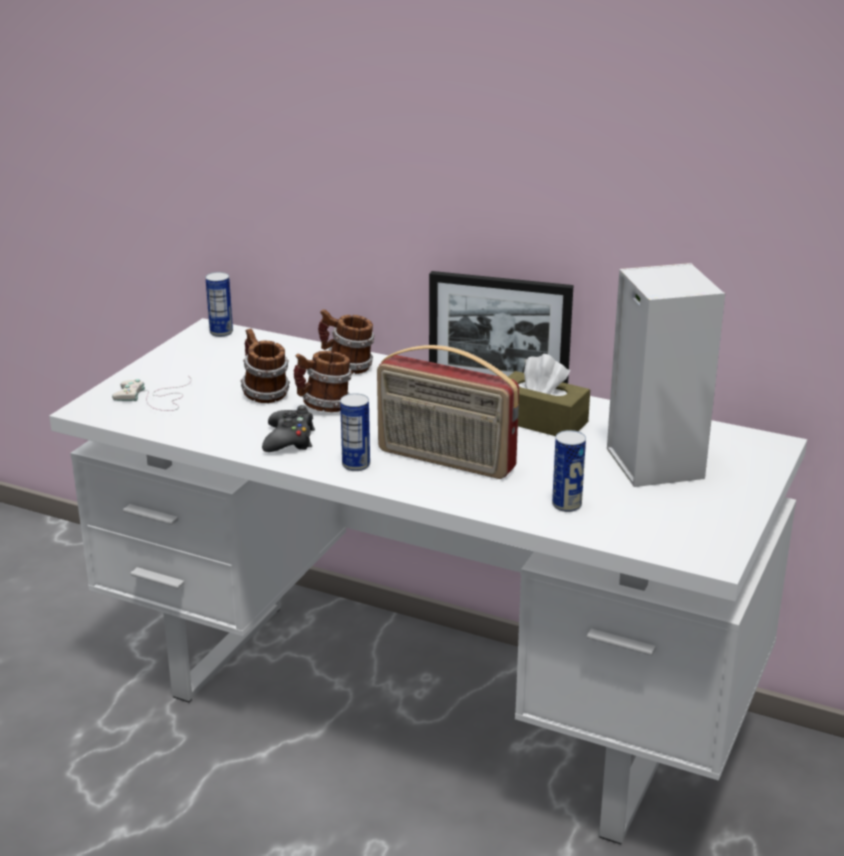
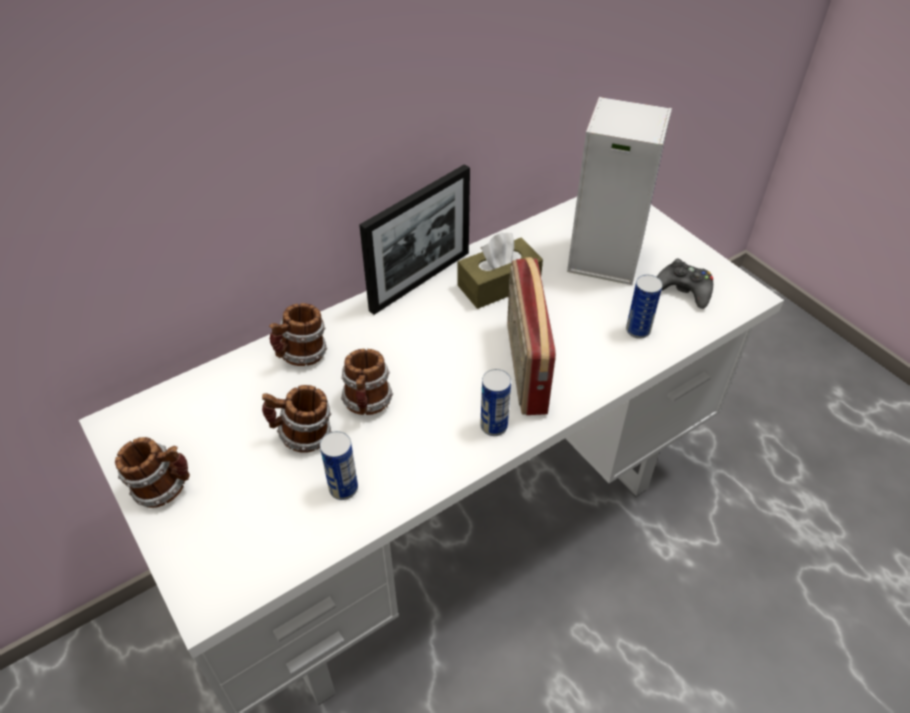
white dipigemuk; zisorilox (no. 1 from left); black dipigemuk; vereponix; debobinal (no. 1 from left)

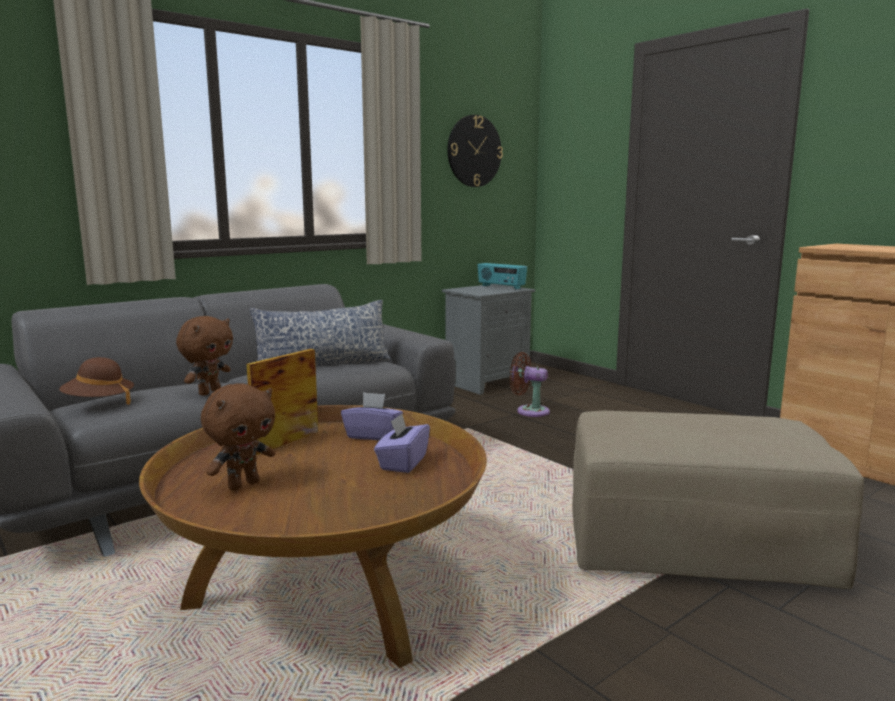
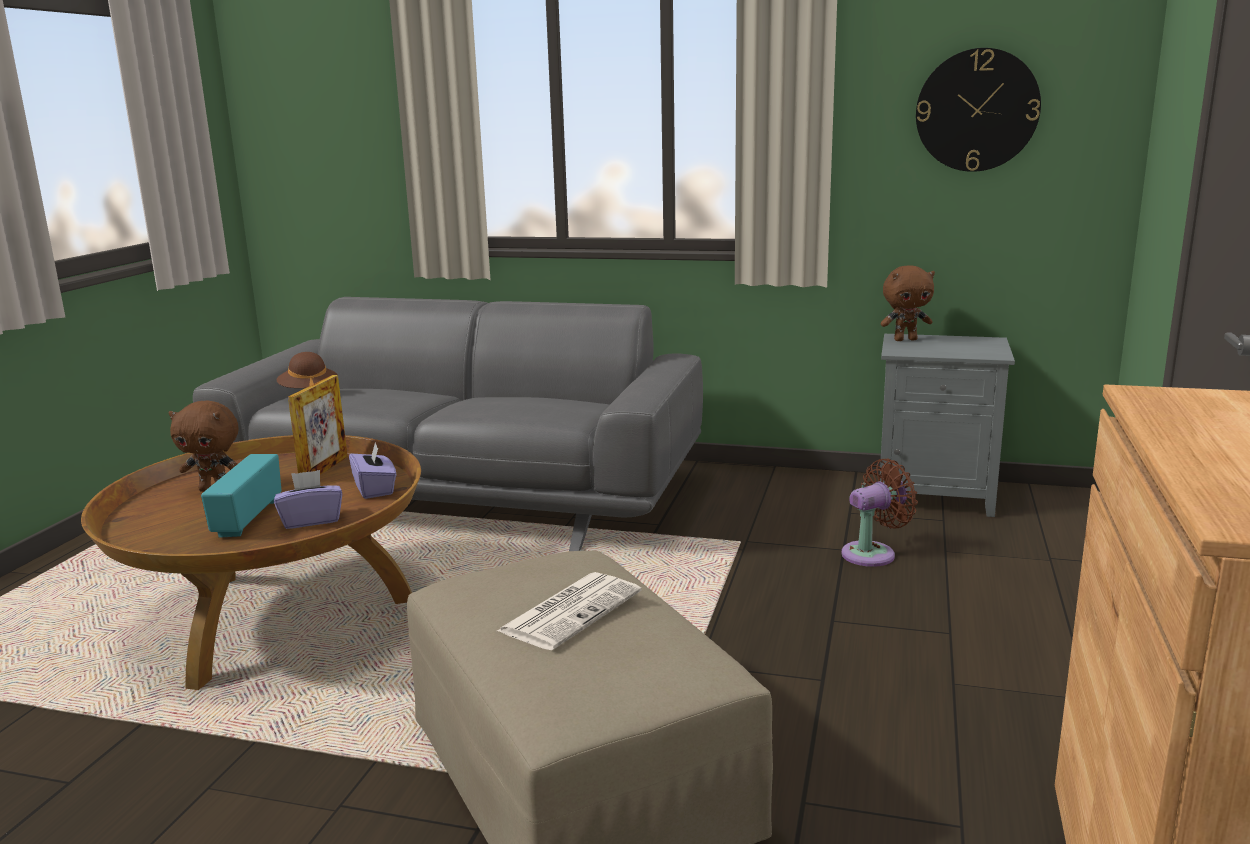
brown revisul (no. 2 from left); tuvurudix; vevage; vereponix; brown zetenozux; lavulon

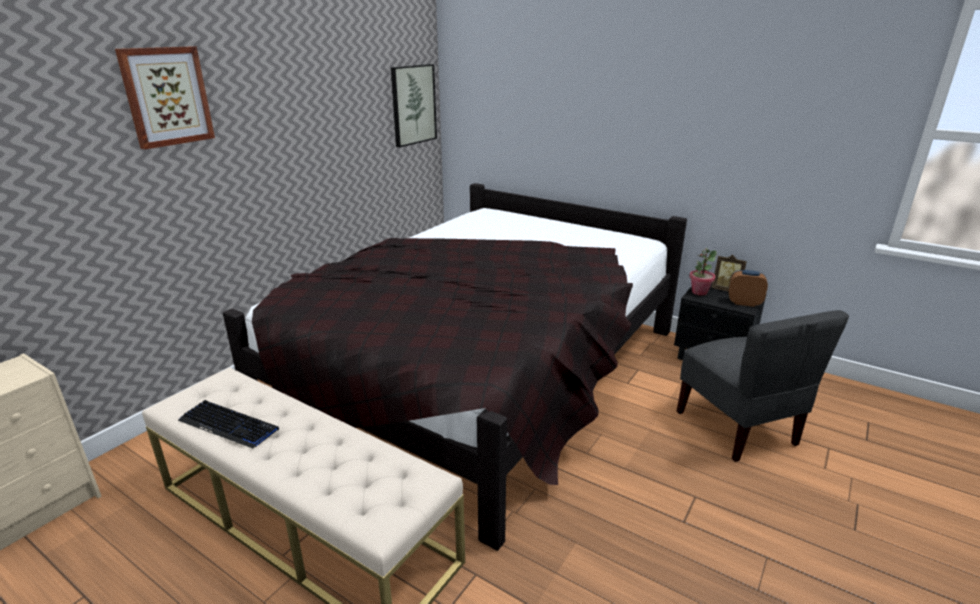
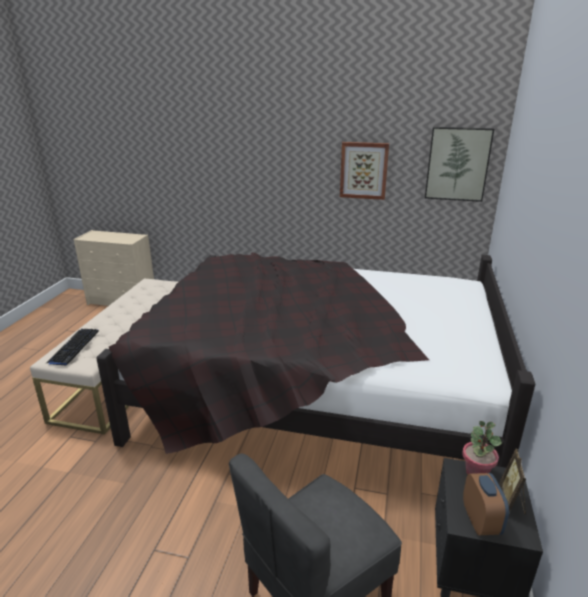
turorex (no. 1 from left); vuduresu

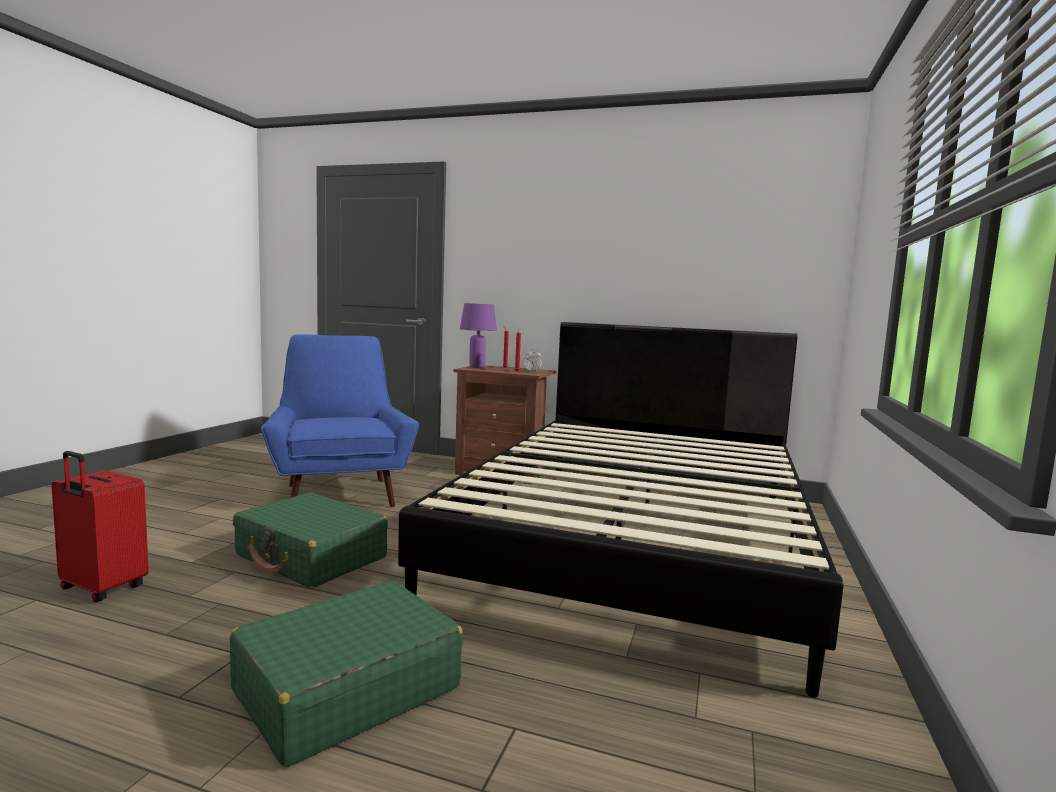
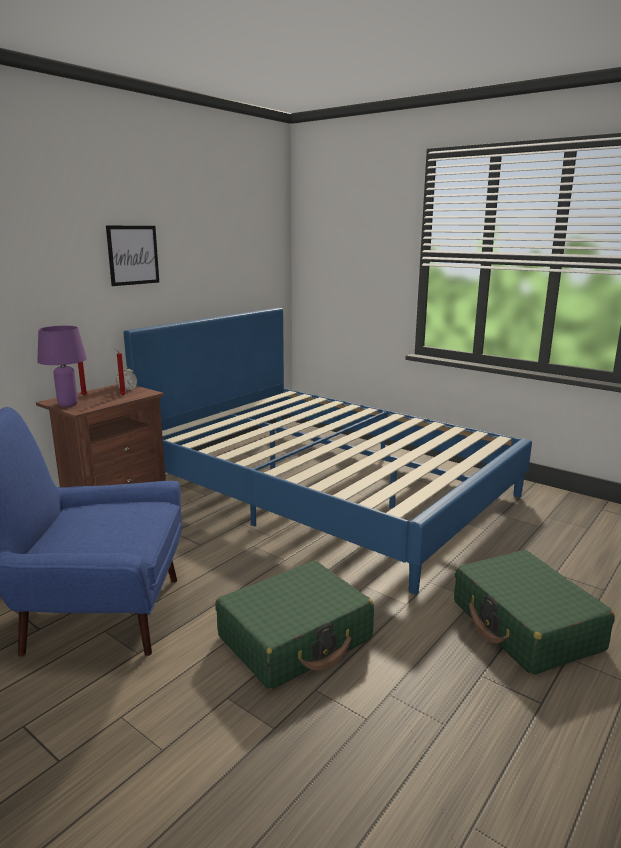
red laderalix; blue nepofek; turorex

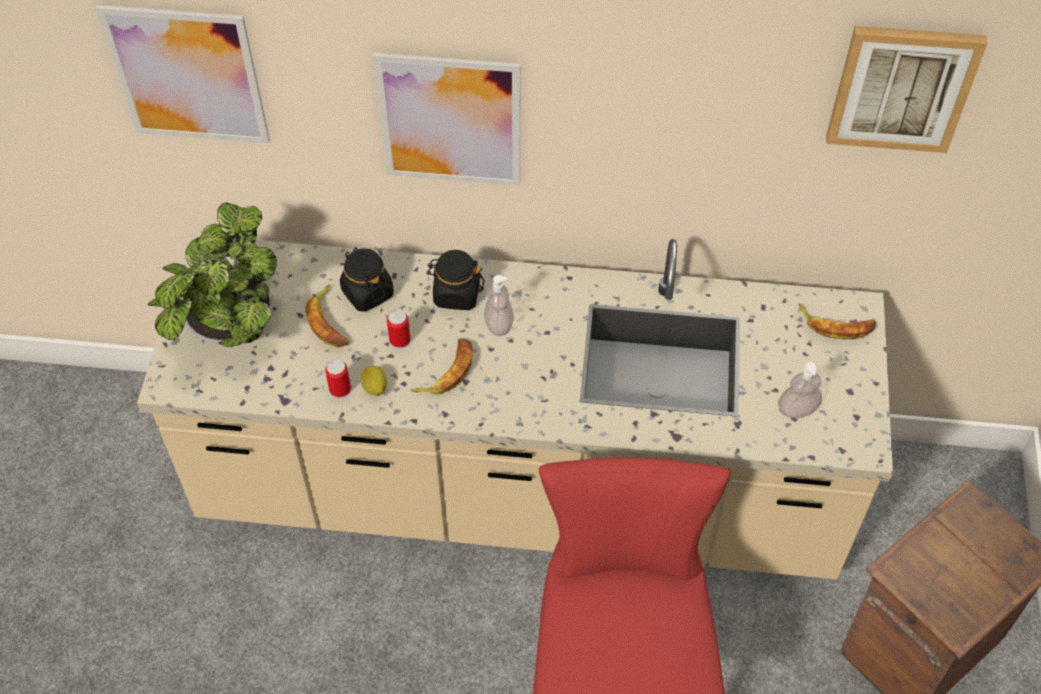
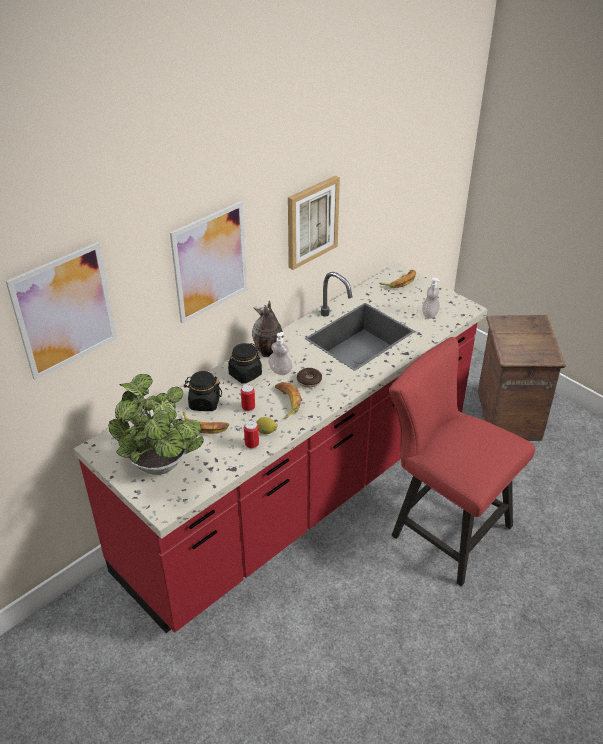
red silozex; turorex (no. 3 from left); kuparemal; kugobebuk

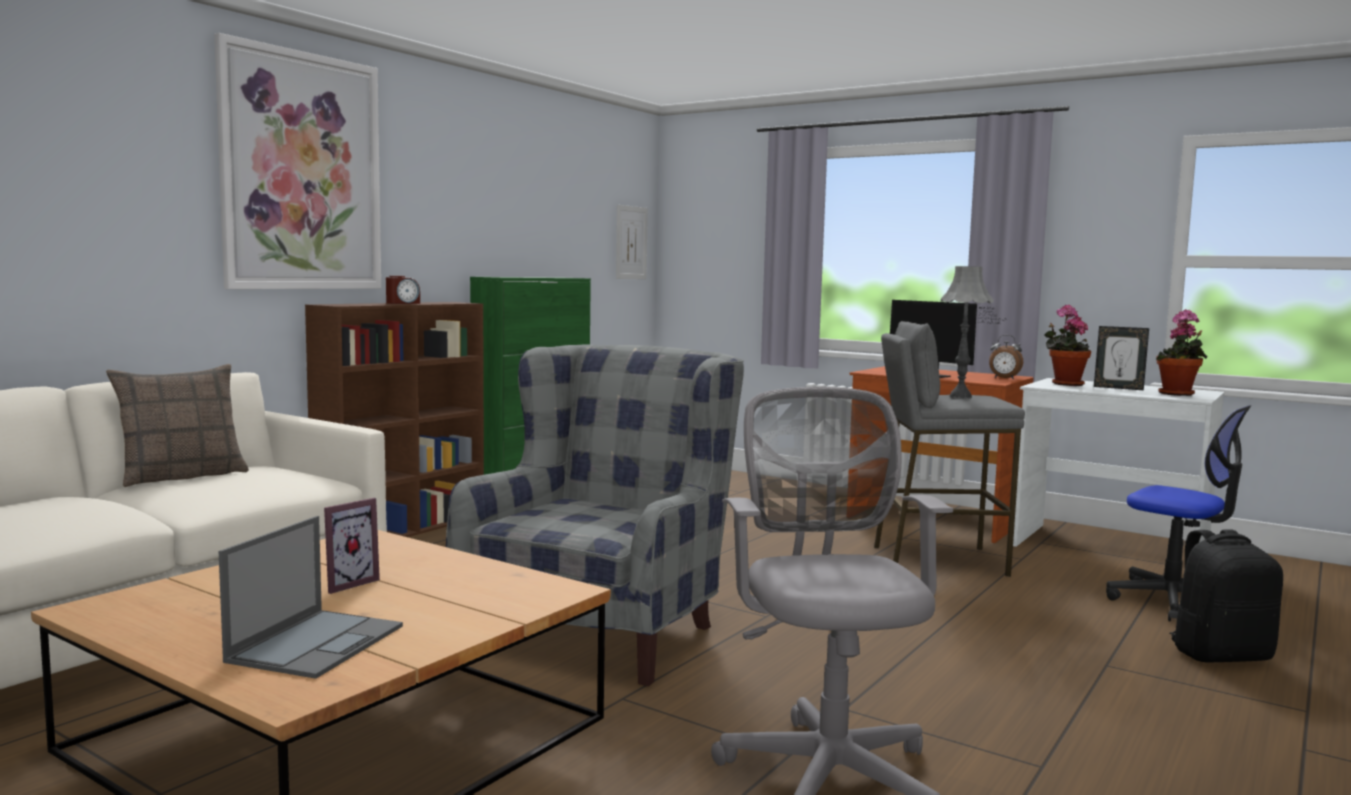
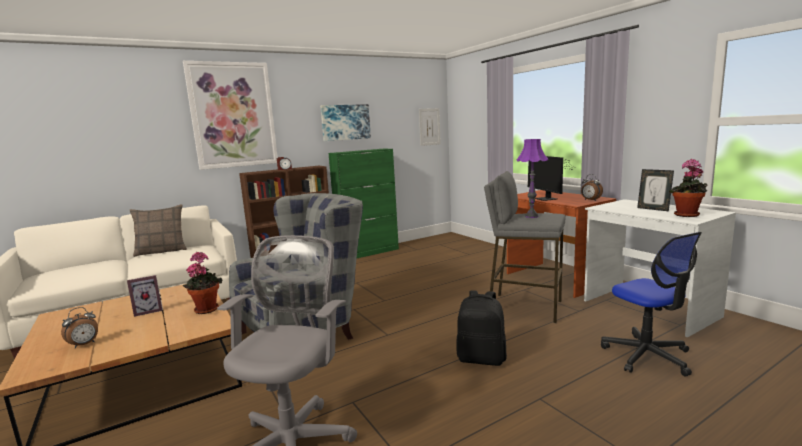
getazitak (no. 1 from left); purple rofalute; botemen (no. 1 from left); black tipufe; turorex (no. 2 from left)

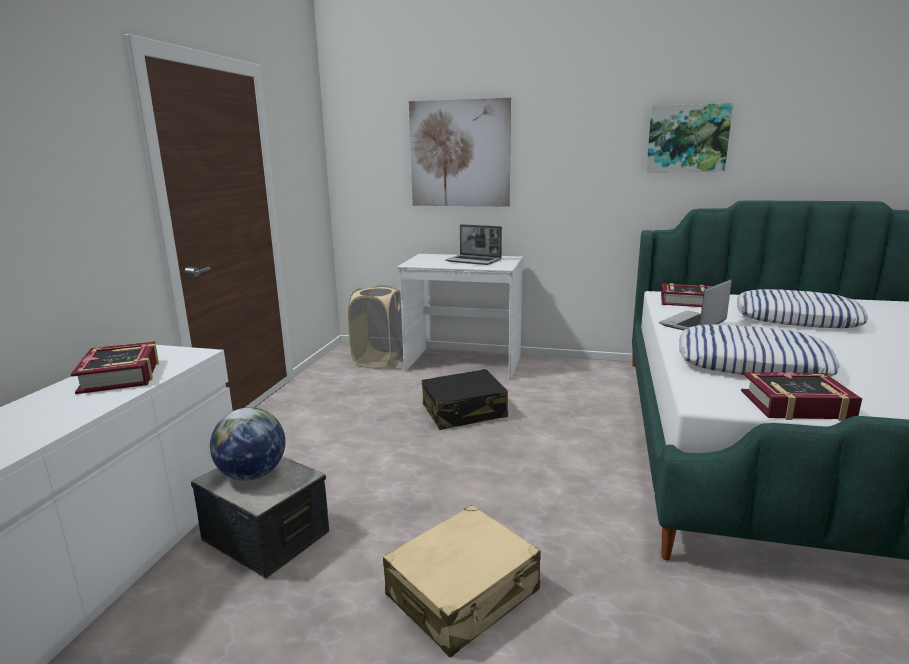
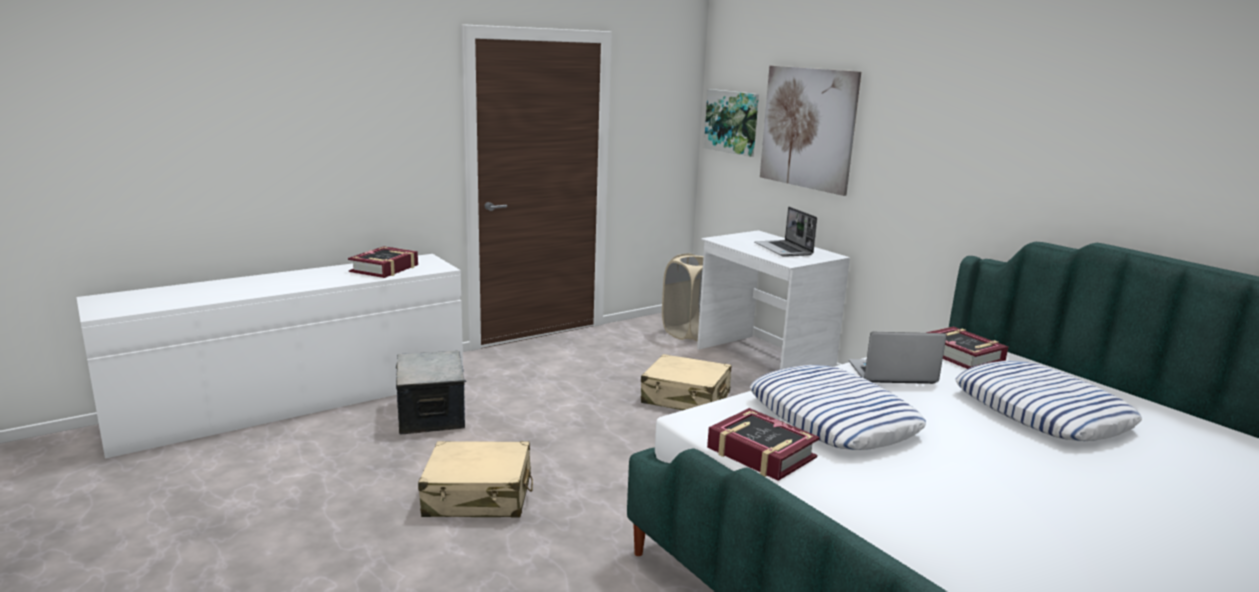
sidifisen; beige laderalix (no. 2 from left); turorex (no. 1 from left)

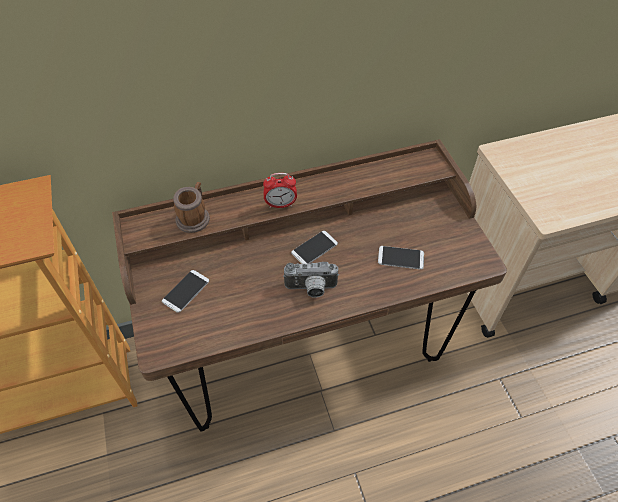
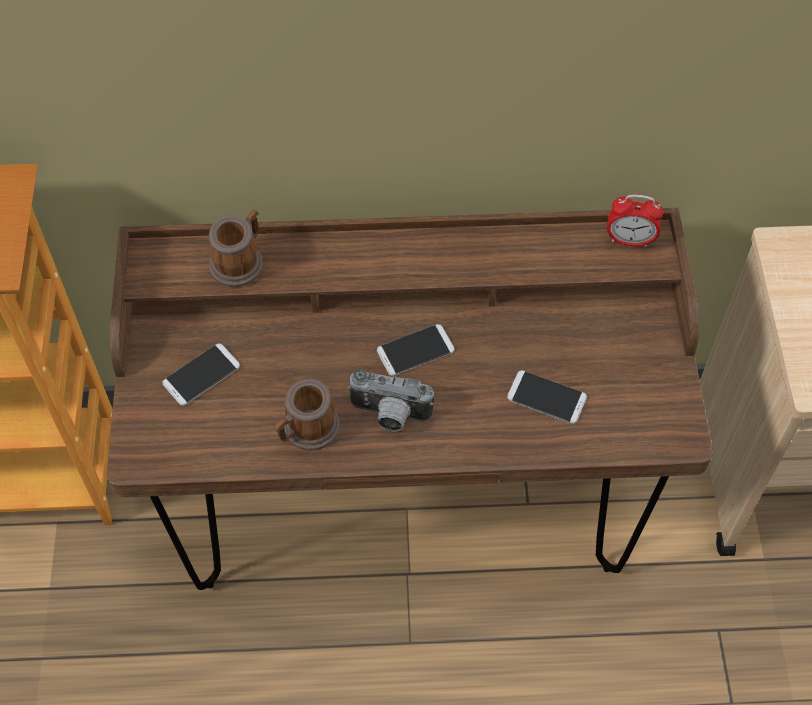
getazitak; debobinal (no. 2 from left)

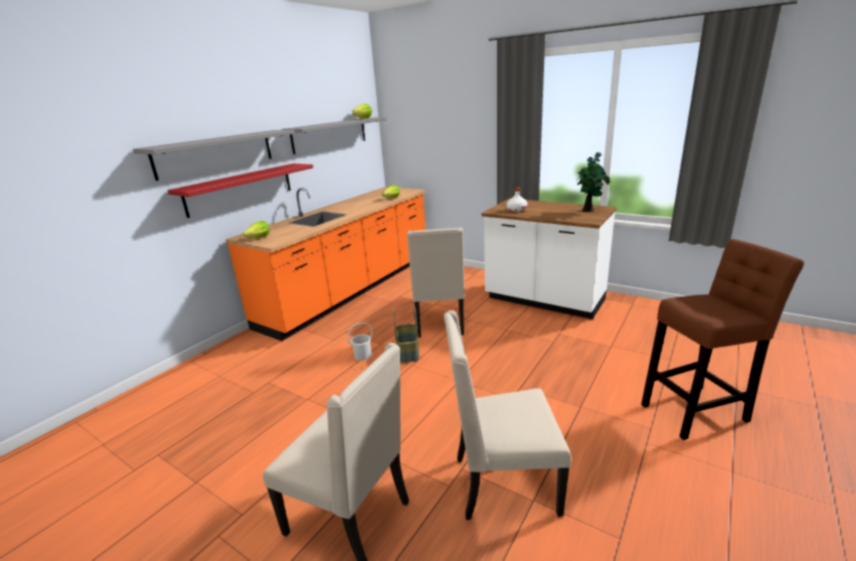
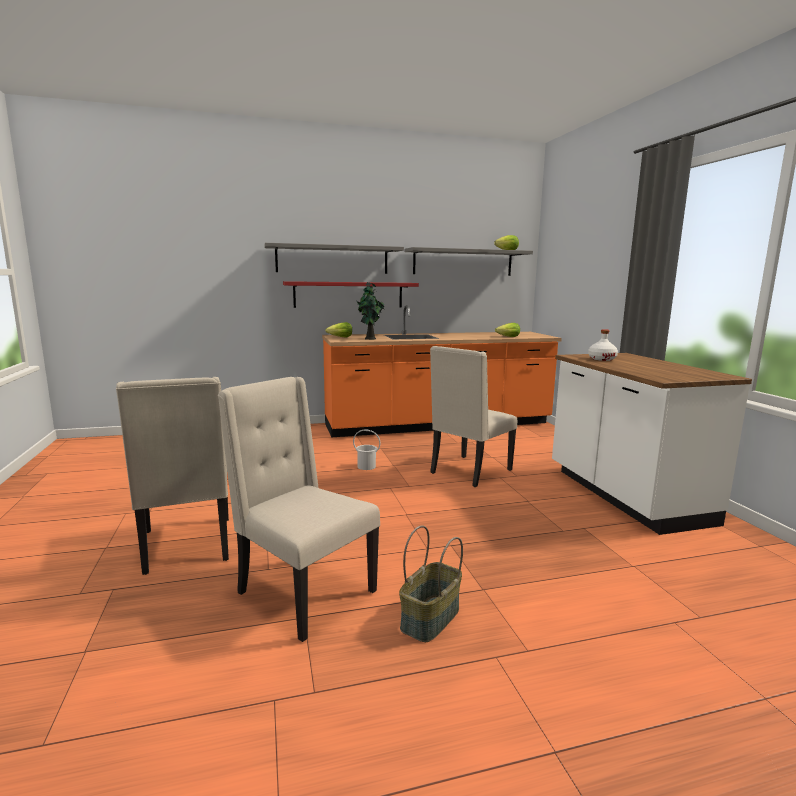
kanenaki; botemen; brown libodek

